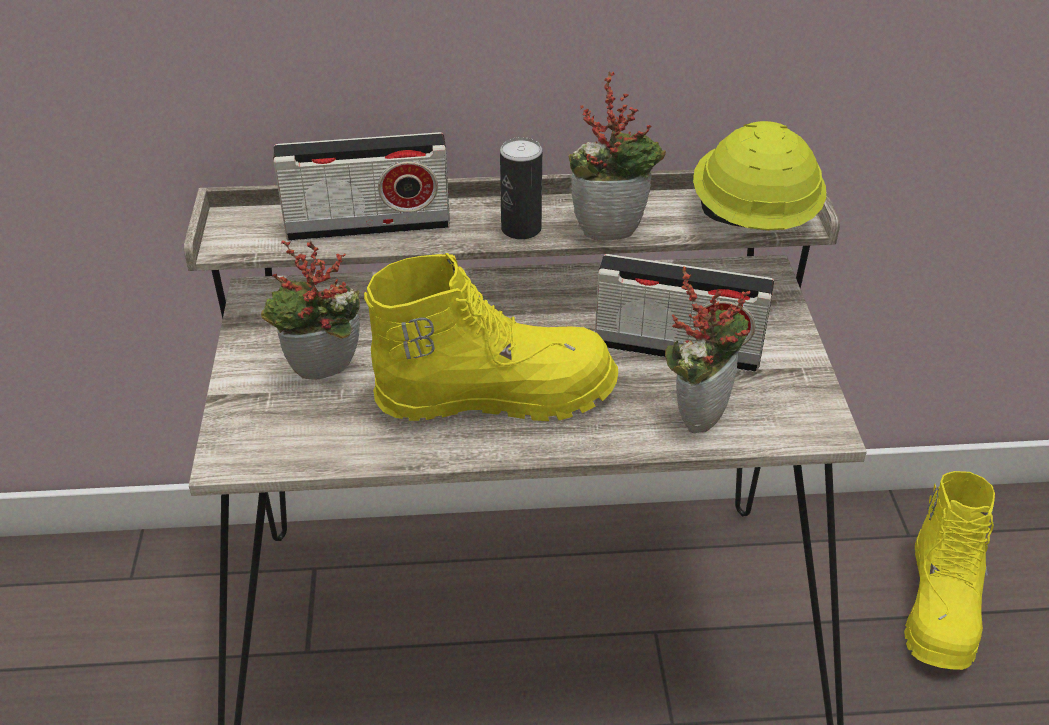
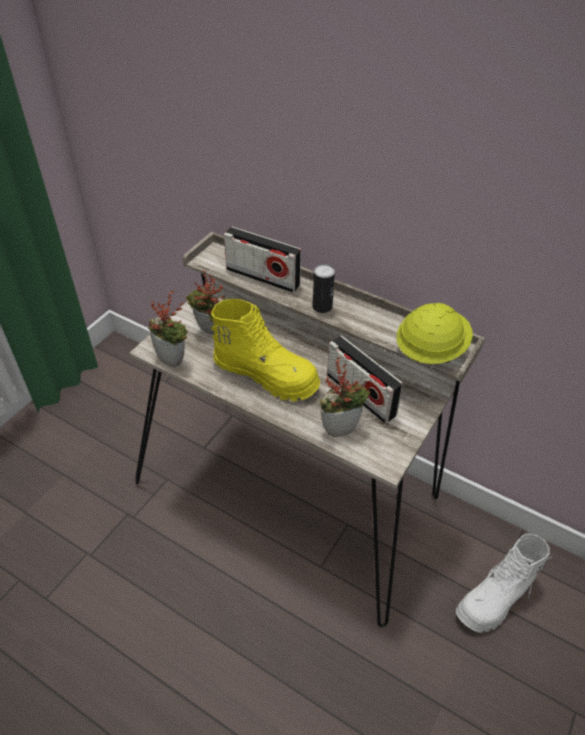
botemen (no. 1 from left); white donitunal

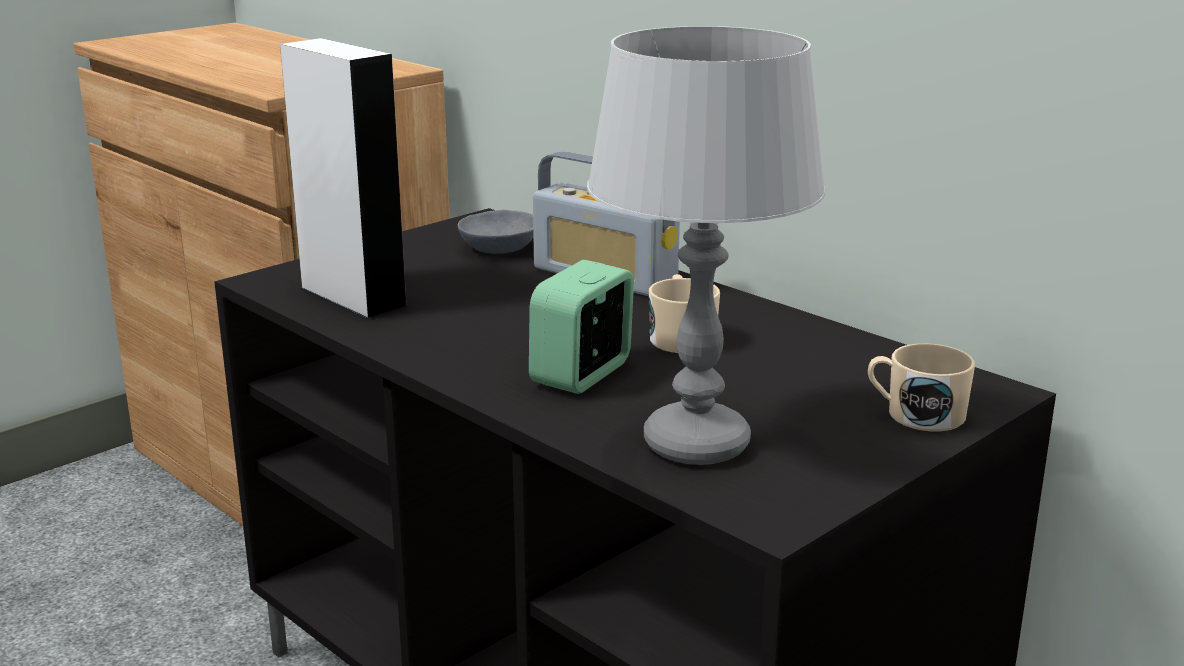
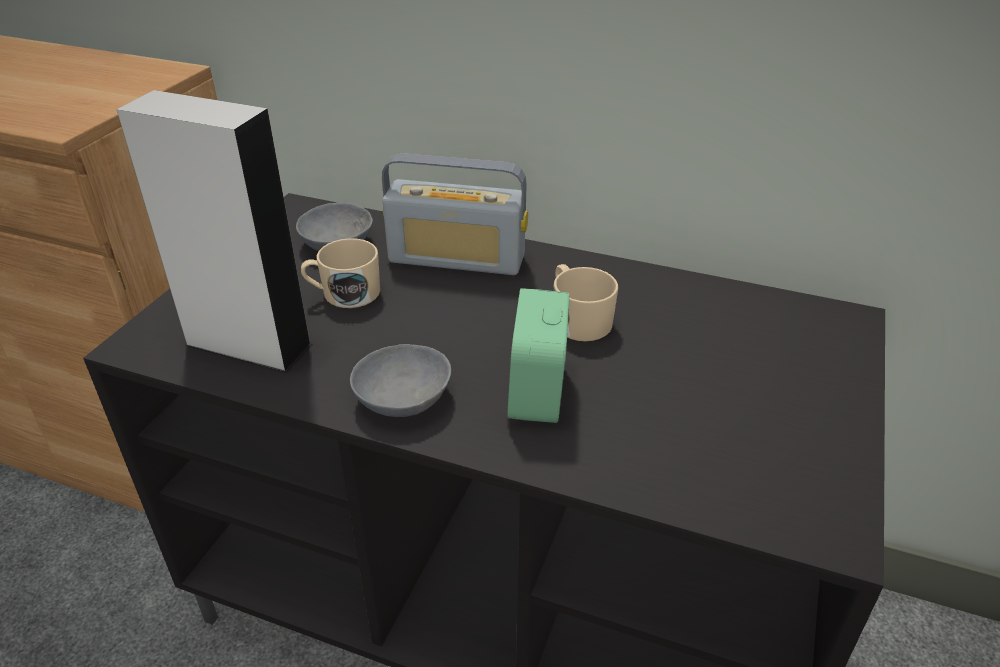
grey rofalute; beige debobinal (no. 1 from left); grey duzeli (no. 2 from left)

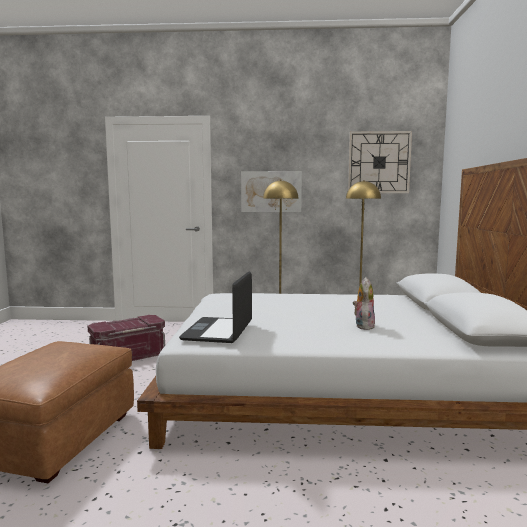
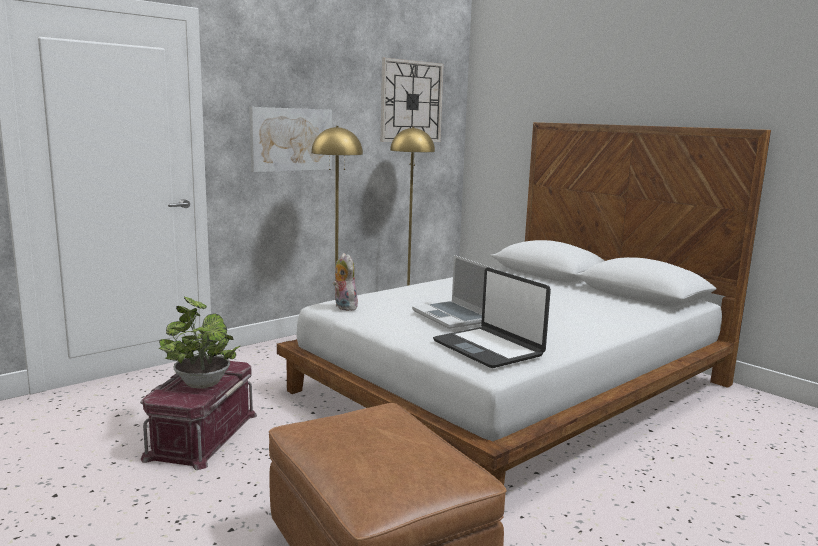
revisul; botemen; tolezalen (no. 1 from left)

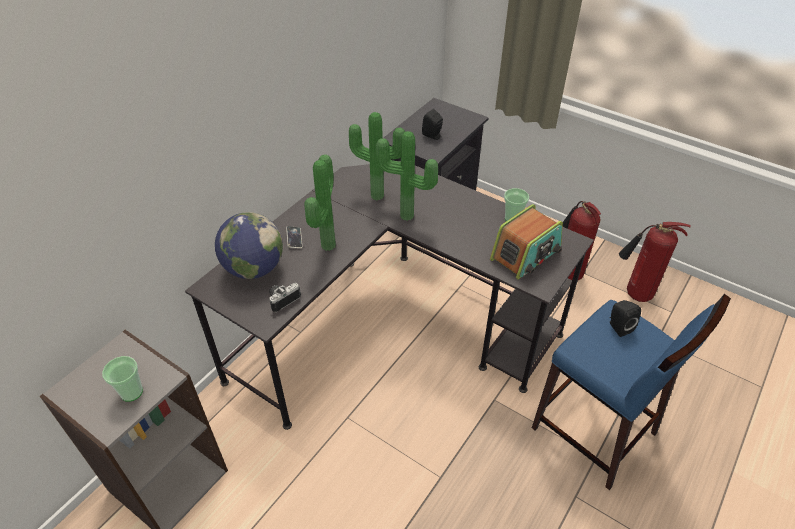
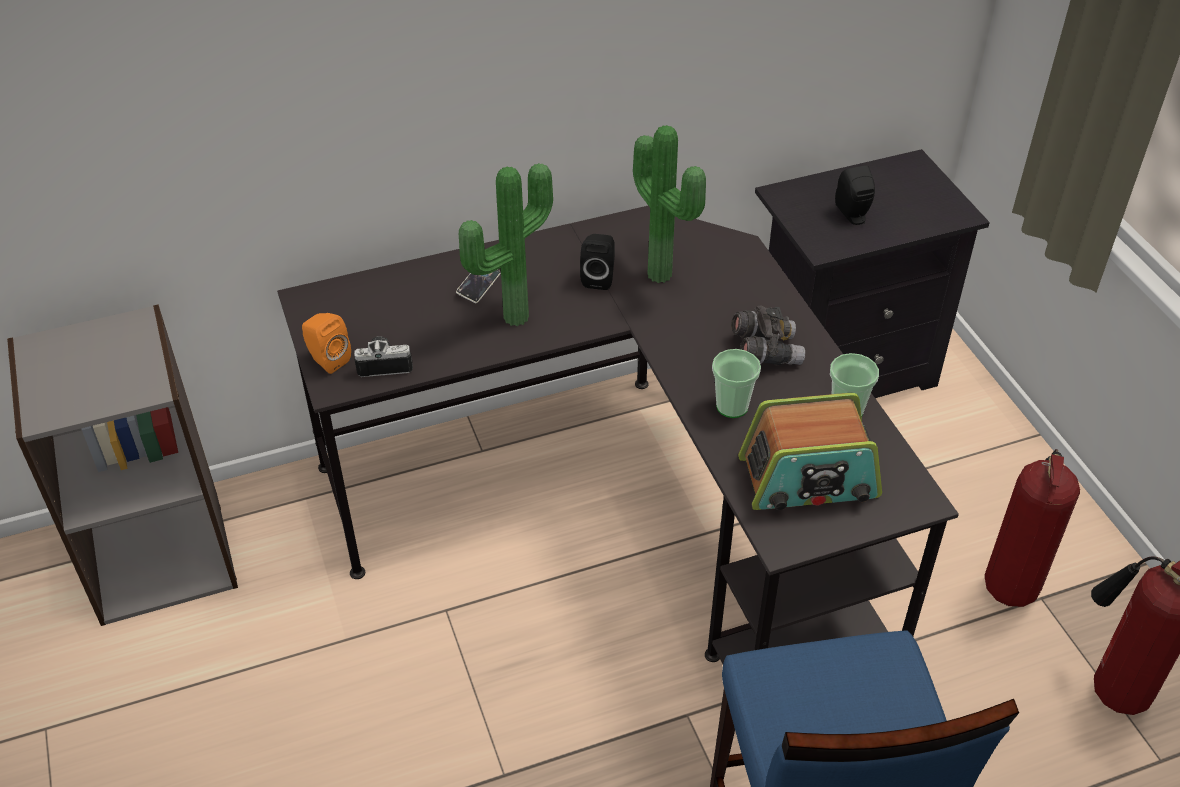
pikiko (no. 1 from left); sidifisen; botemen (no. 3 from left in the first image); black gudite (no. 1 from left); orange gudite; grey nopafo

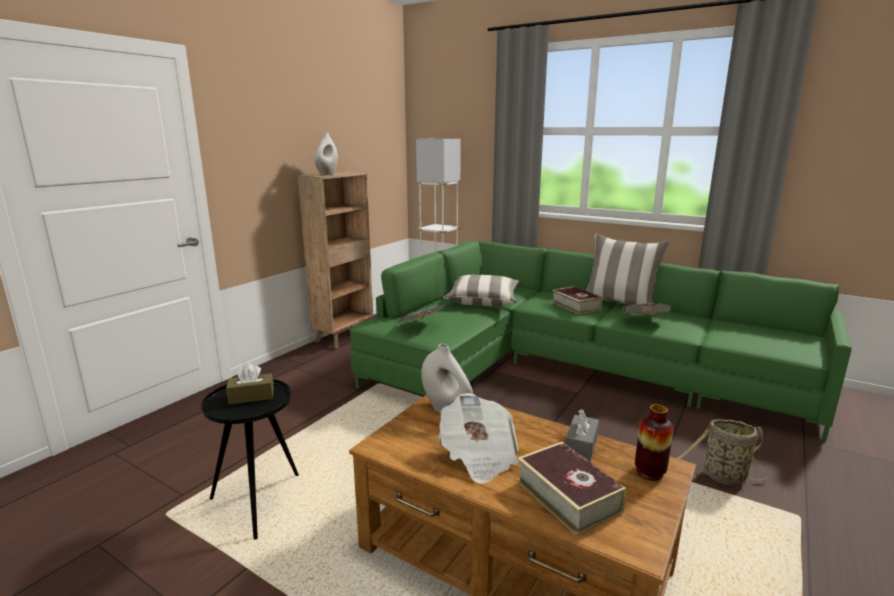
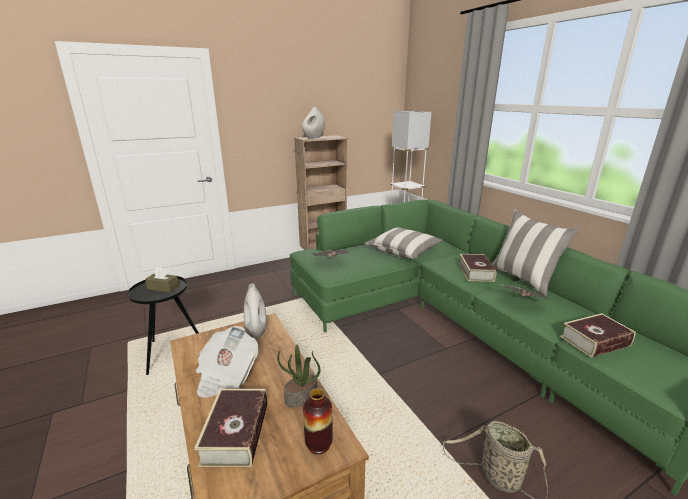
botemen; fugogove (no. 3 from left)

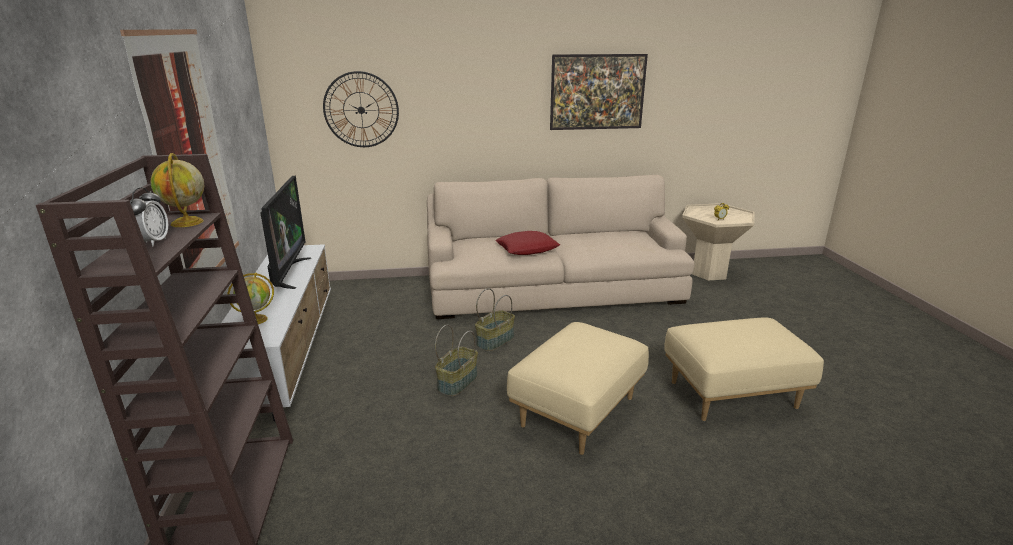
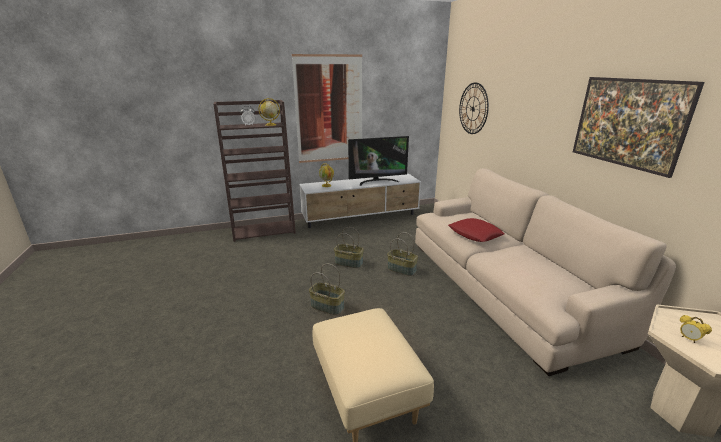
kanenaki (no. 1 from left)

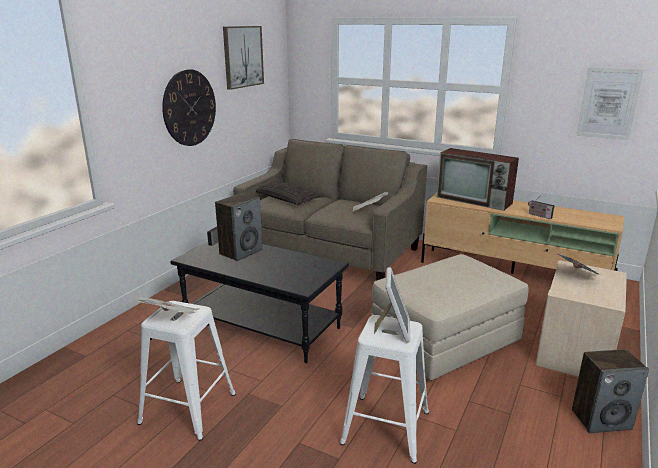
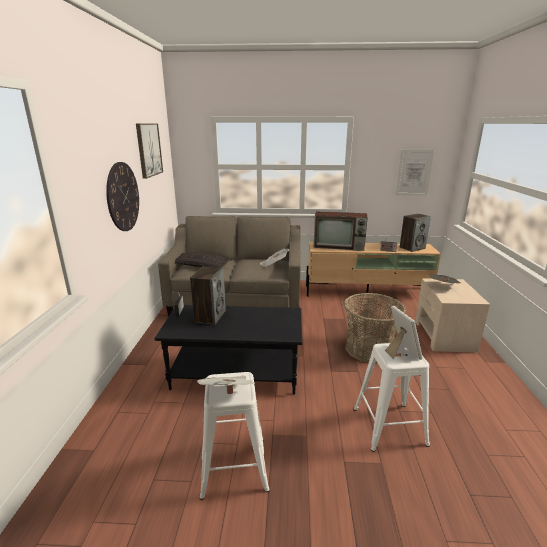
kanenaki; gudite (no. 2 from left)

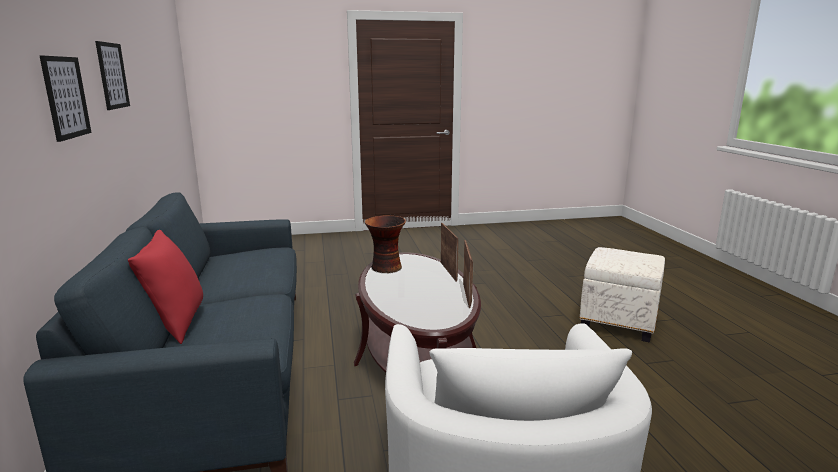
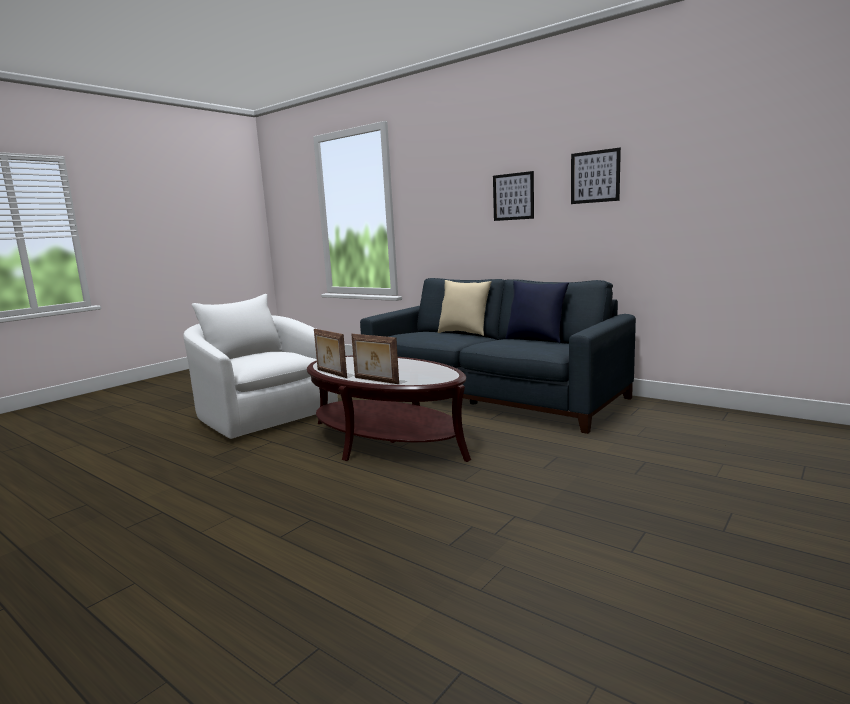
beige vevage; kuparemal; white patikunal; blue vevage

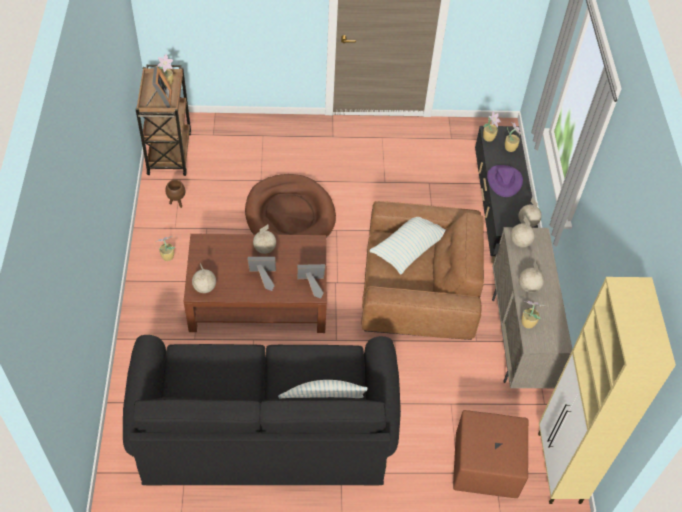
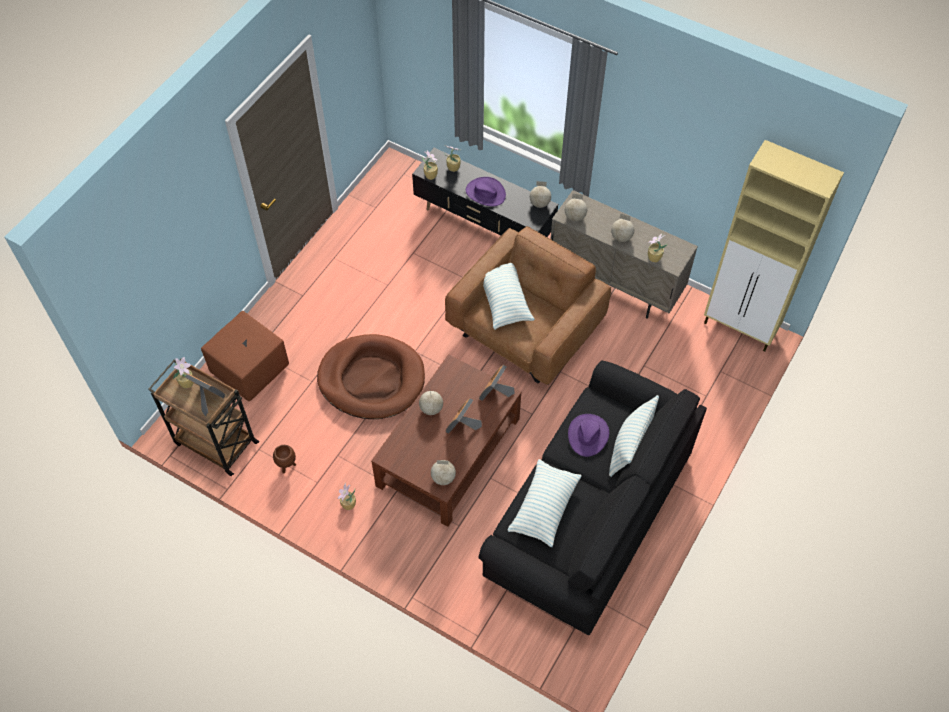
brown patikunal; vevage (no. 2 from left); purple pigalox (no. 2 from left)

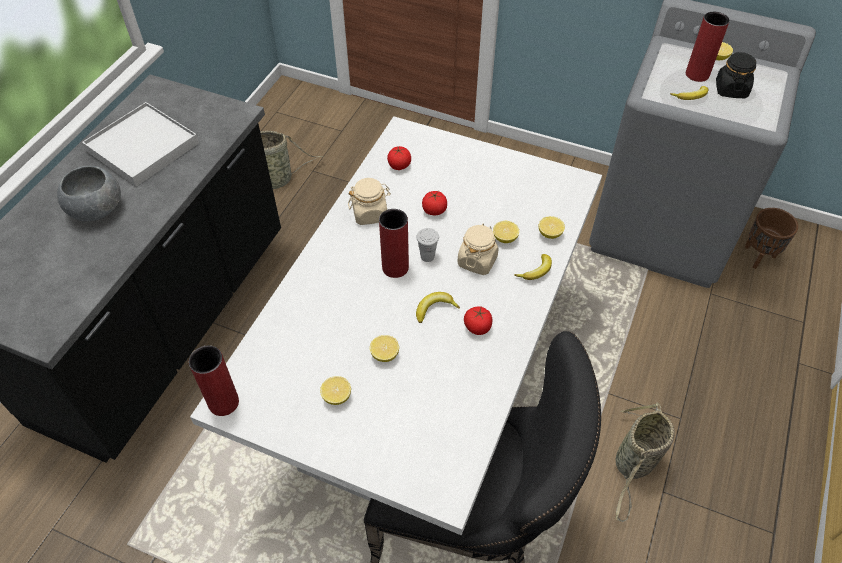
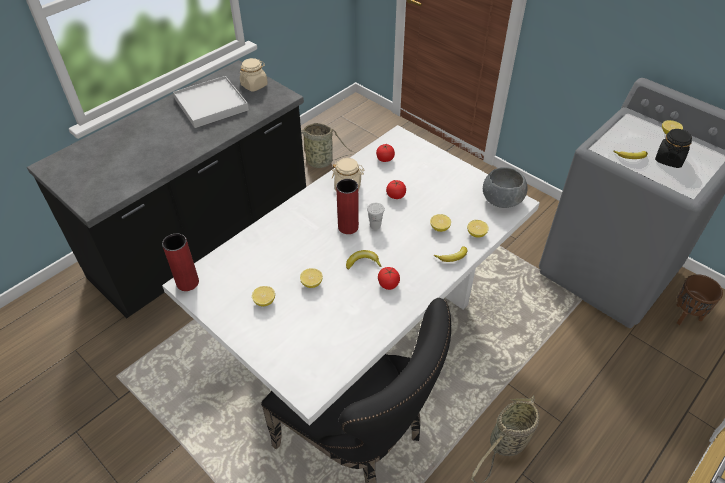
grey duzeli; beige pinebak (no. 1 from left); red kuparemal (no. 3 from left in the first image)

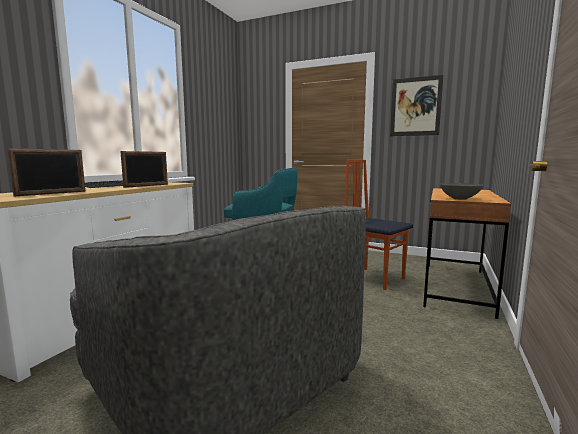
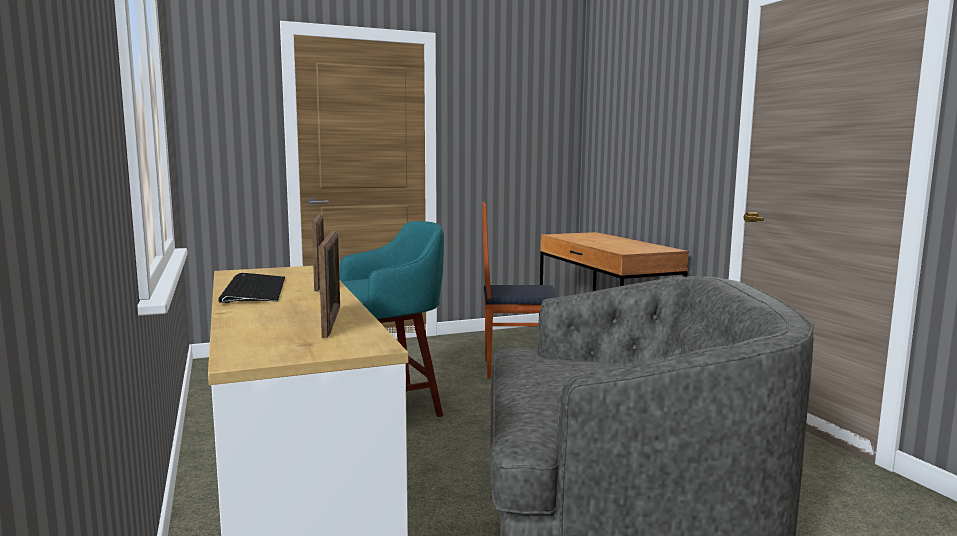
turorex; grey duzeli

